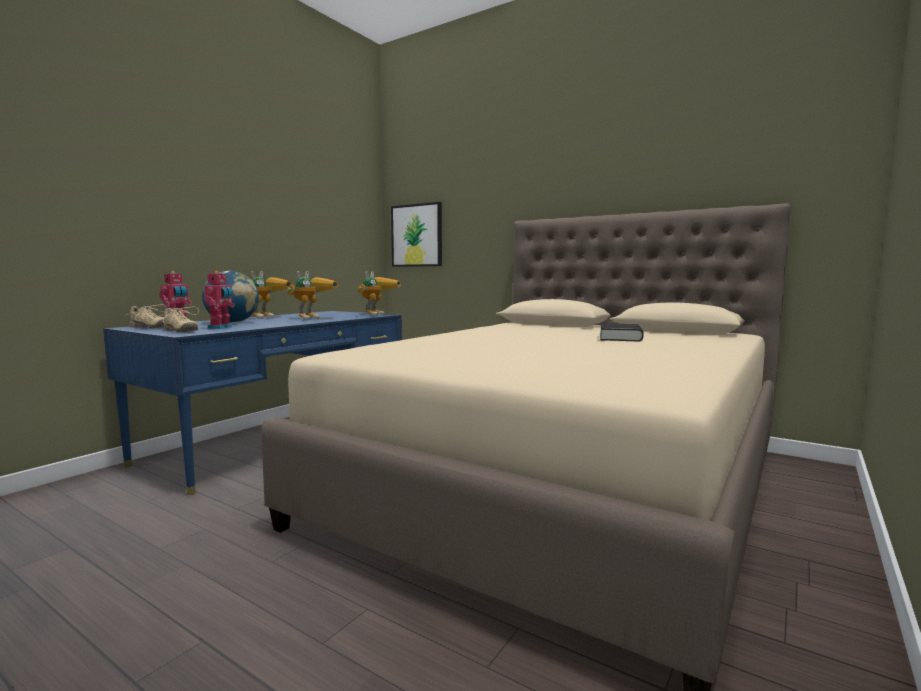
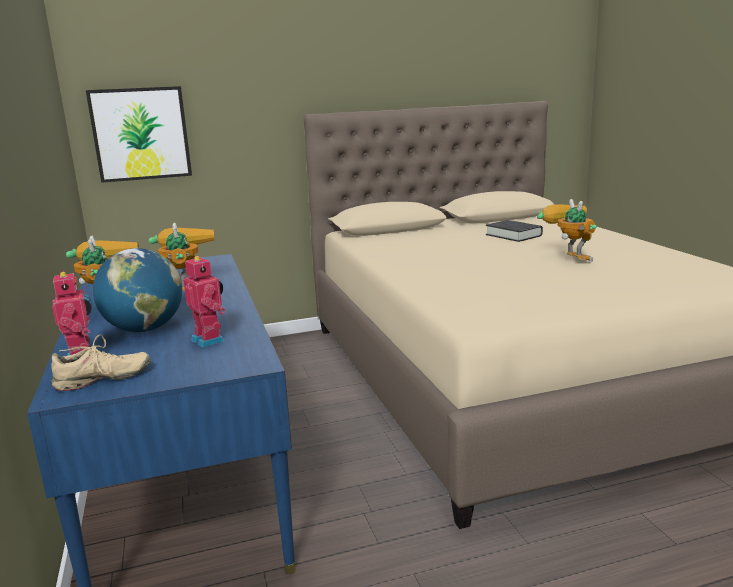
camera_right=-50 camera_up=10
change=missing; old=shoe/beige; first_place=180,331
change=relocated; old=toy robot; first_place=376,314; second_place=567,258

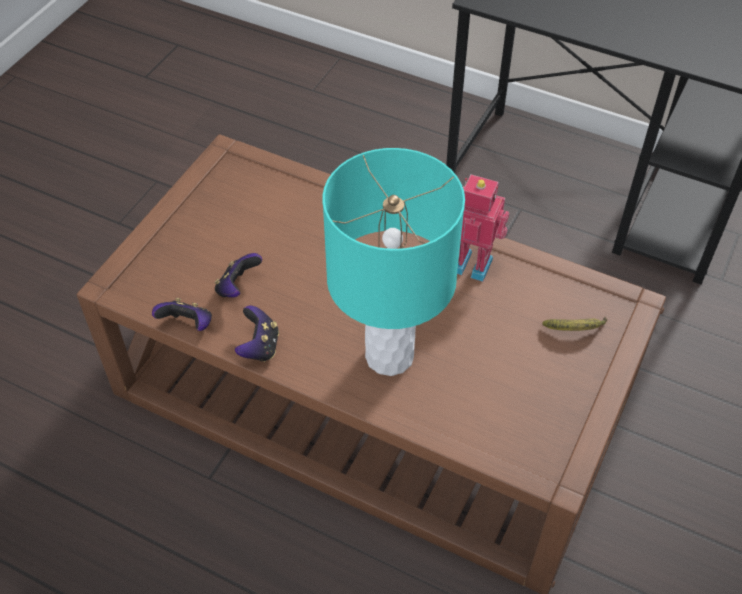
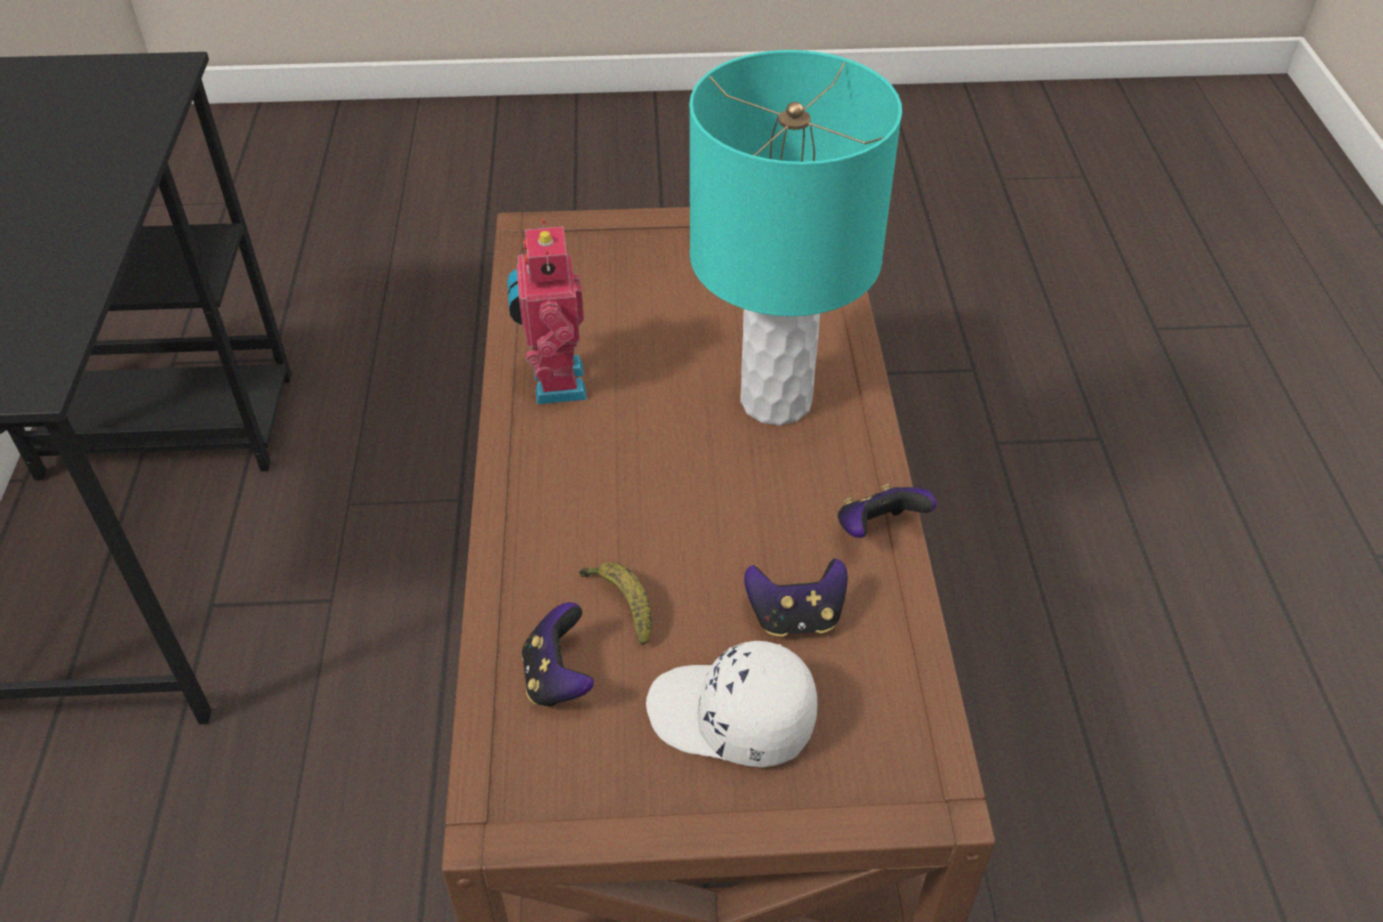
camera_right=-120 camera_up=-5
change=appeared; new=cap/white; second_place=731,719
change=relocated; old=game controller; first_place=188,325; second_place=558,678
change=relocated; old=banana; first_place=576,329; second_place=622,605

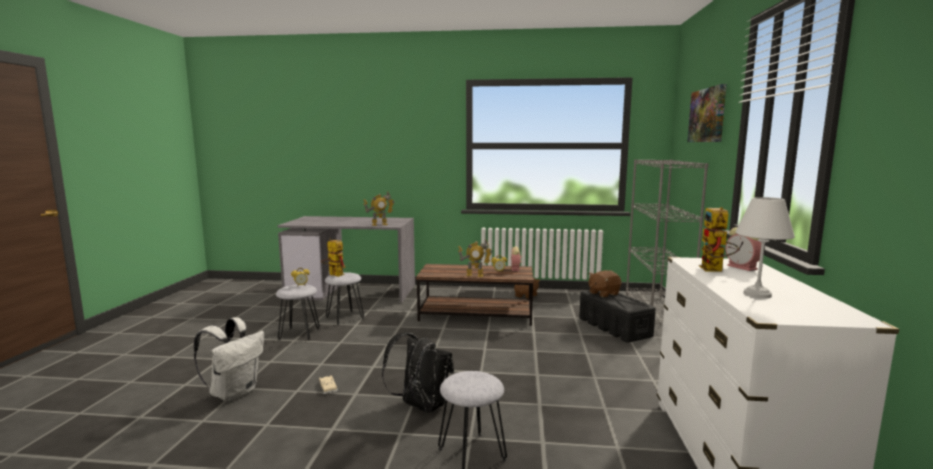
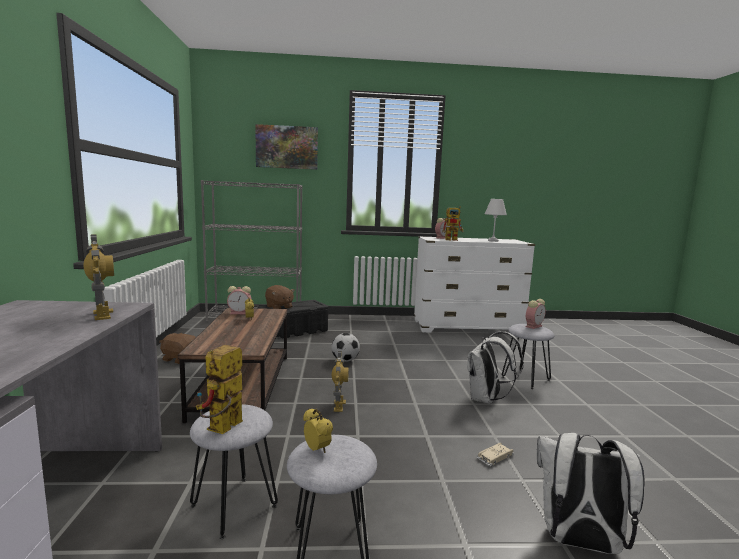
camera_right=-100 camera_up=0
change=appeared; new=football; second_place=345,360
change=appeared; new=alarm clock; second_place=534,326
change=relocated; old=toy robot; first_place=475,275; second_place=339,406
change=colour; old=backpack/black; new=backpack/white; first_place=420,407; second_place=486,399

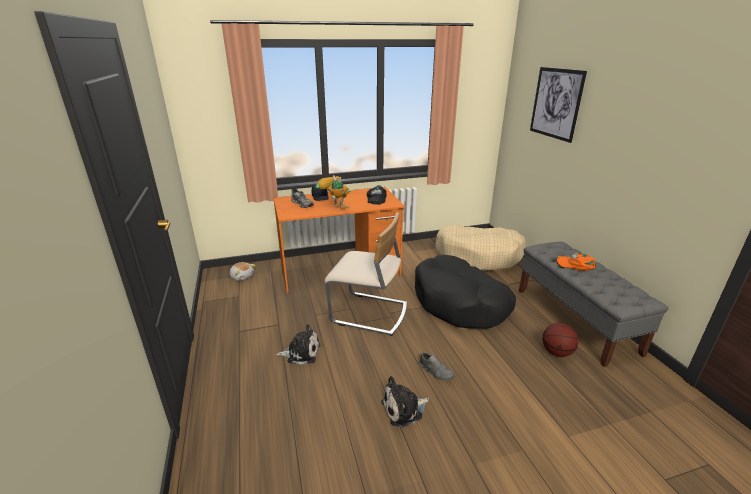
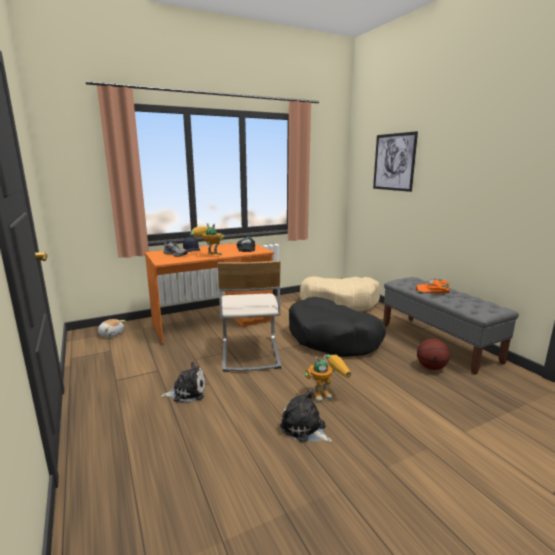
camera_right=-10 camera_up=-10
change=exchanged; old=shoe/grey; new=toy robot; first_place=436,371; second_place=327,394
change=spun; old=chair/beige; first_place=369,313; second_place=249,354; degrees=75
change=spun; old=plush toy; first_place=404,409; second_place=305,428; degrees=75

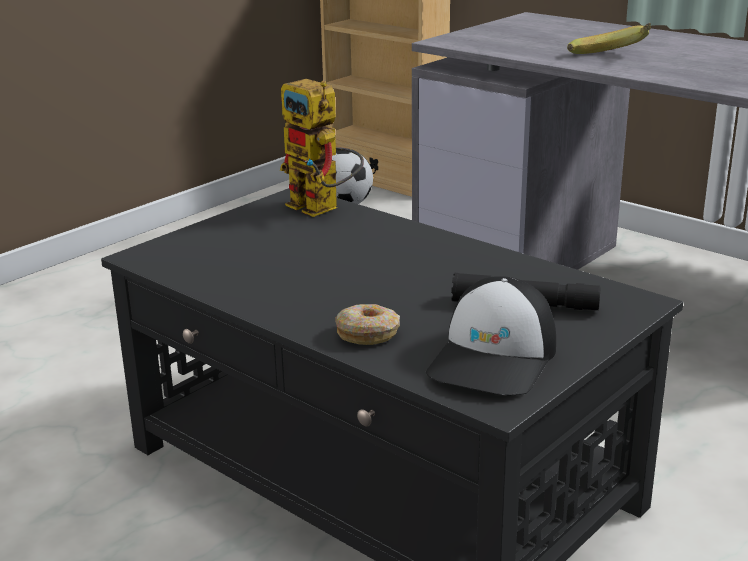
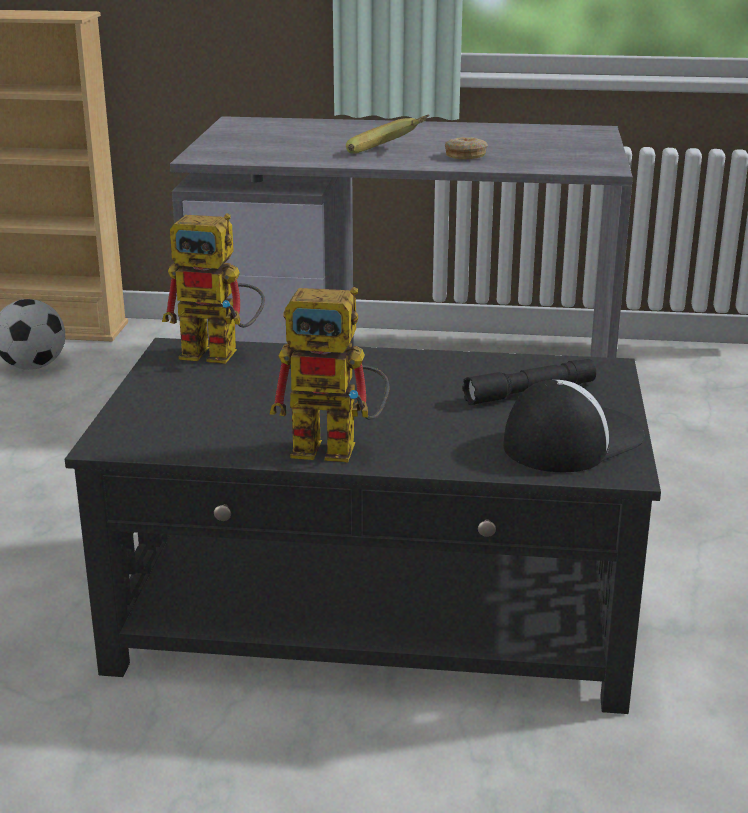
camera_right=-35 camera_up=0
change=appeared; new=toy robot; second_place=339,448
change=relocated; old=donut; first_place=368,333; second_place=465,155
change=spun; old=cap; first_place=494,359; second_place=571,441; degrees=-120

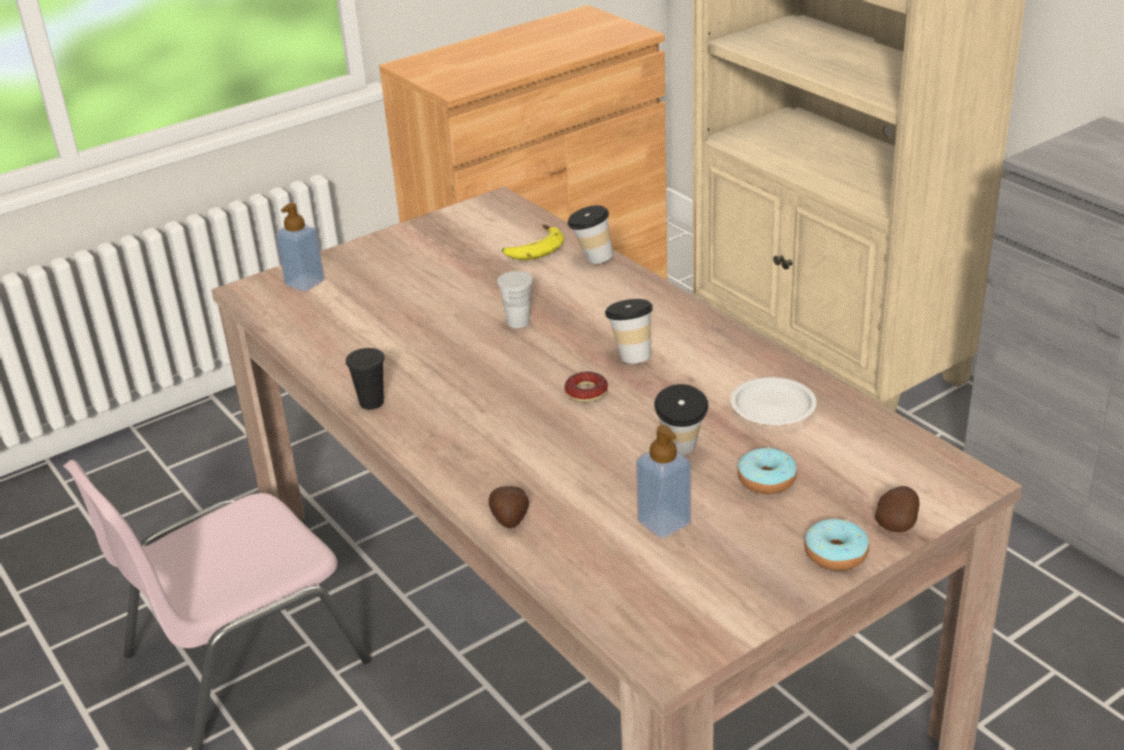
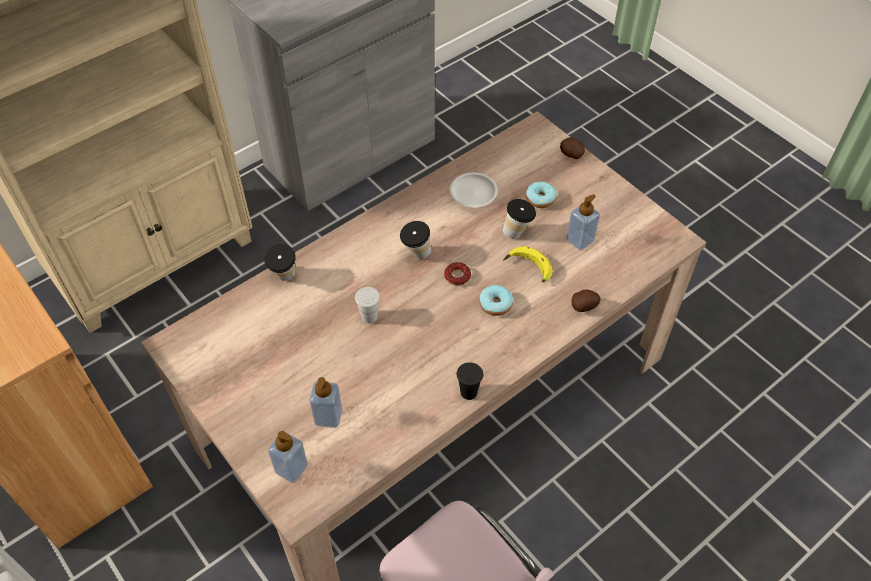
camera_right=-95 camera_up=20
change=appeared; new=soap dispenser; second_place=328,416
change=relocated; old=banana; first_place=532,249; second_place=528,269
change=relocated; old=donut; first_place=835,554; second_place=495,304

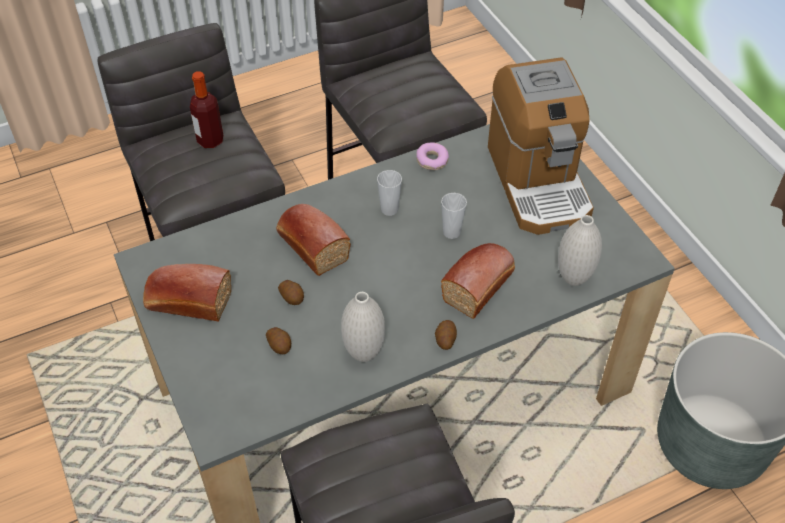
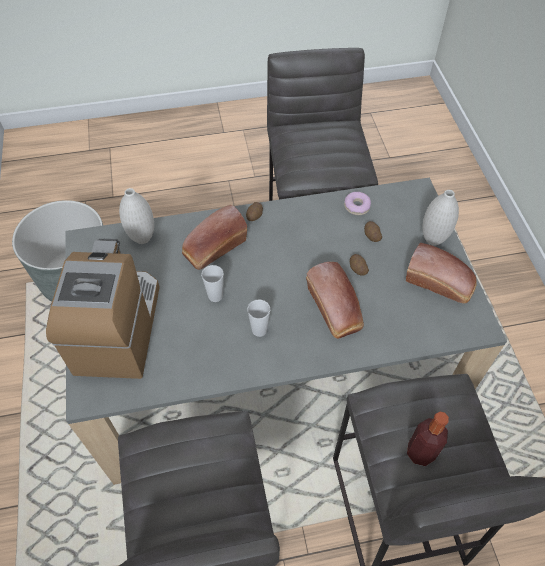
camera_right=-165 camera_up=5
change=relocated; old=vase/white; first_place=364,353; second_place=433,239
change=relocated; old=donut; first_place=432,160; second_place=357,206

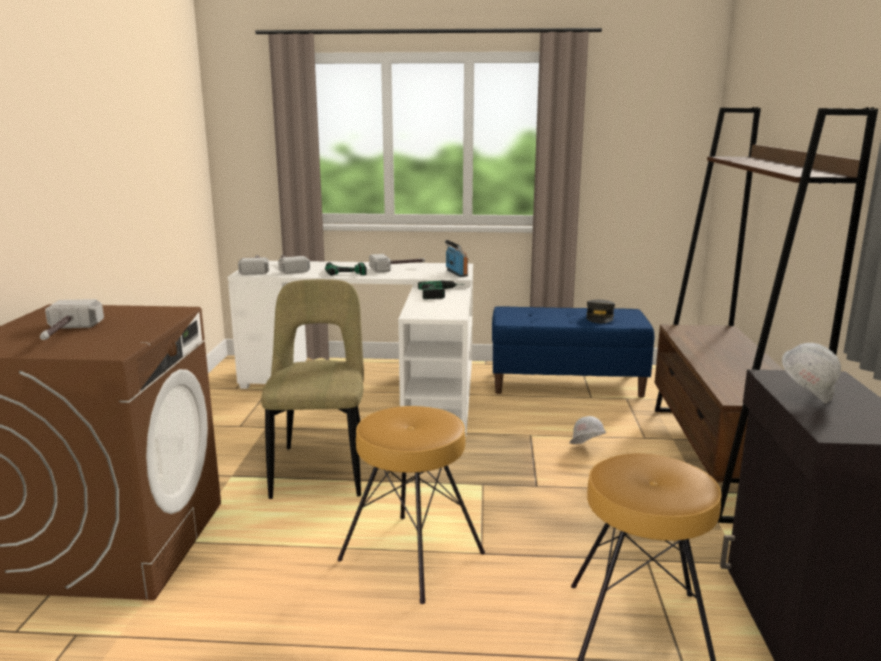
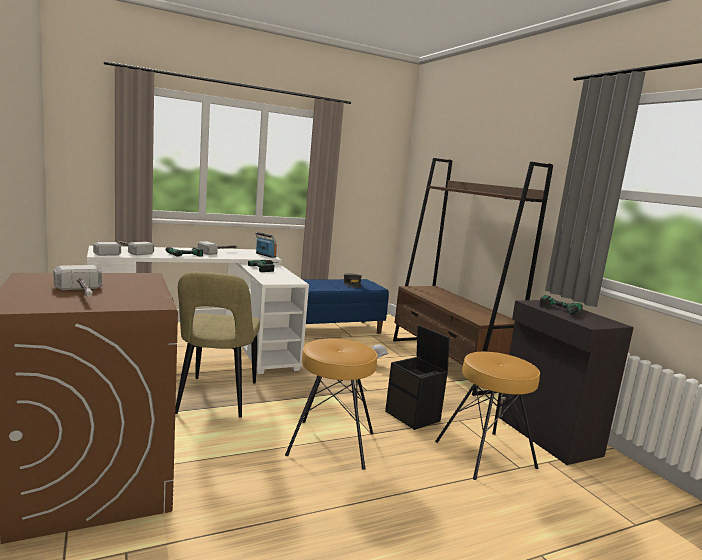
camera_right=-30 camera_up=-5
change=appeared; new=storage box/black; second_place=413,416
change=exchanged; old=hard hat/white; new=power drill; first_place=807,396; second_place=557,310
change=spun; old=chair/beige; first_place=321,468; second_place=216,399; degrees=-150

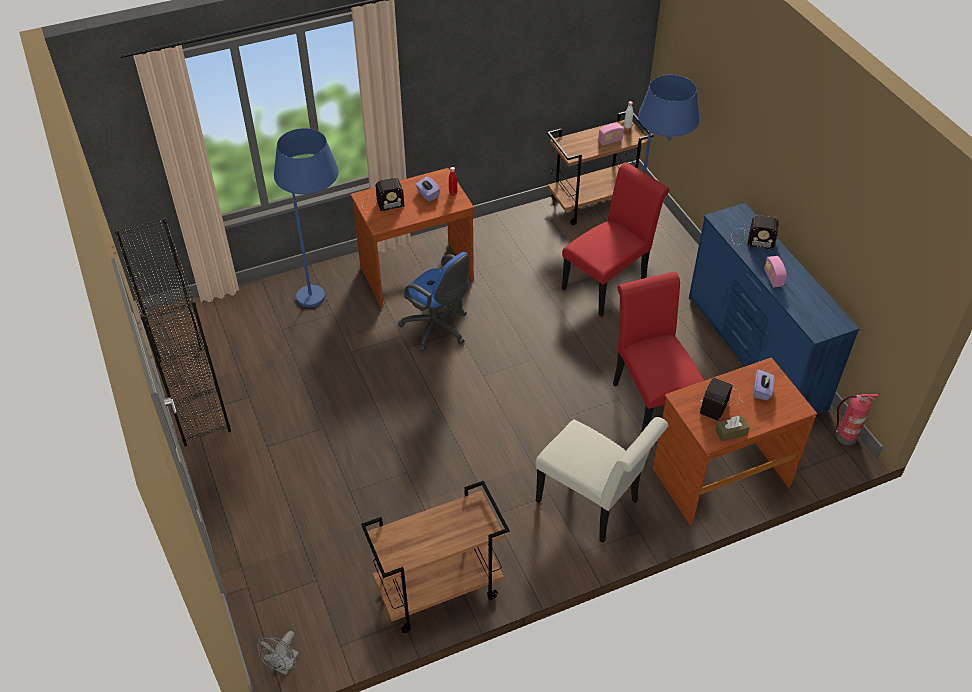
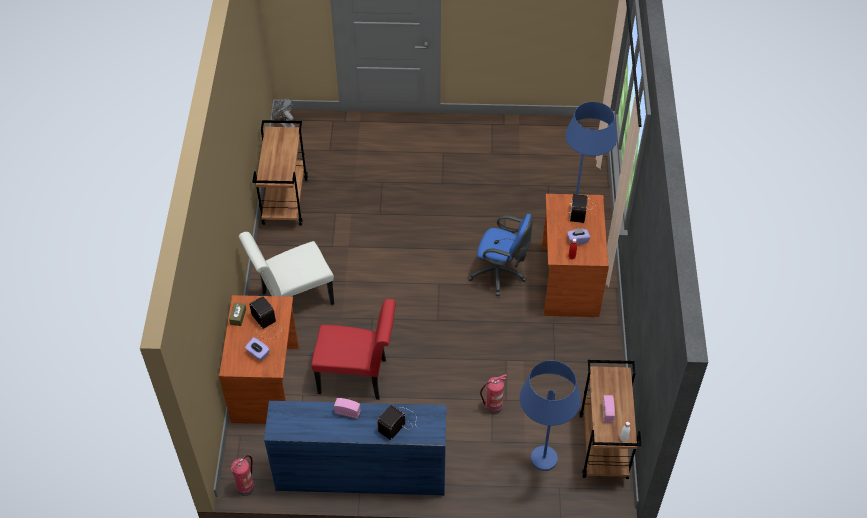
camera_right=115 camera_up=5
change=missing; old=bookcase/black; first_place=193,395
change=exchanged; old=chair/red; new=fire extinguisher; first_place=608,283; second_place=493,407
change=spun; old=office chair/blue; first_place=438,329; second_place=500,274; degrees=-135

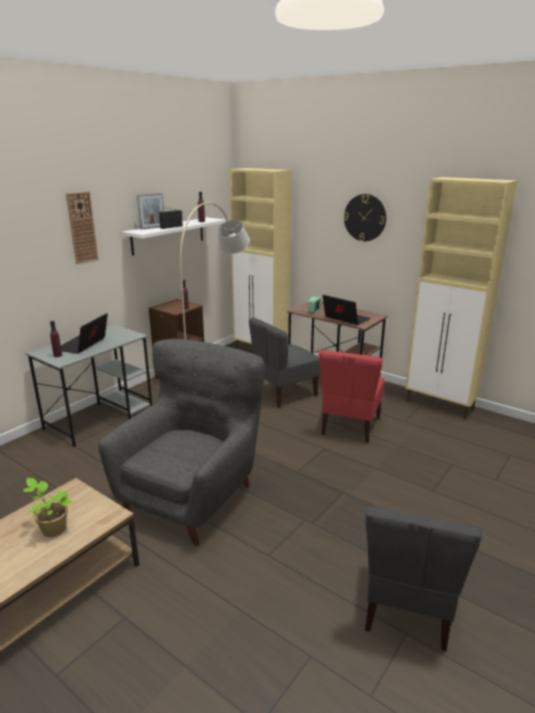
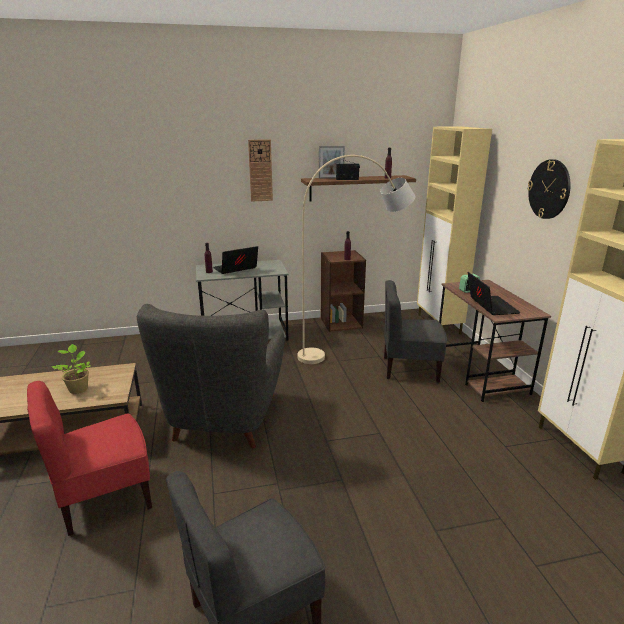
camera_right=40 camera_up=0
change=relocated; old=chair/red; first_place=349,426; second_place=105,498
change=colour; old=shelf/white; new=shelf/brown; first_place=168,235; second_place=354,188
change=spun; old=armchair/grey; first_place=191,496; second_place=225,419; degrees=120

